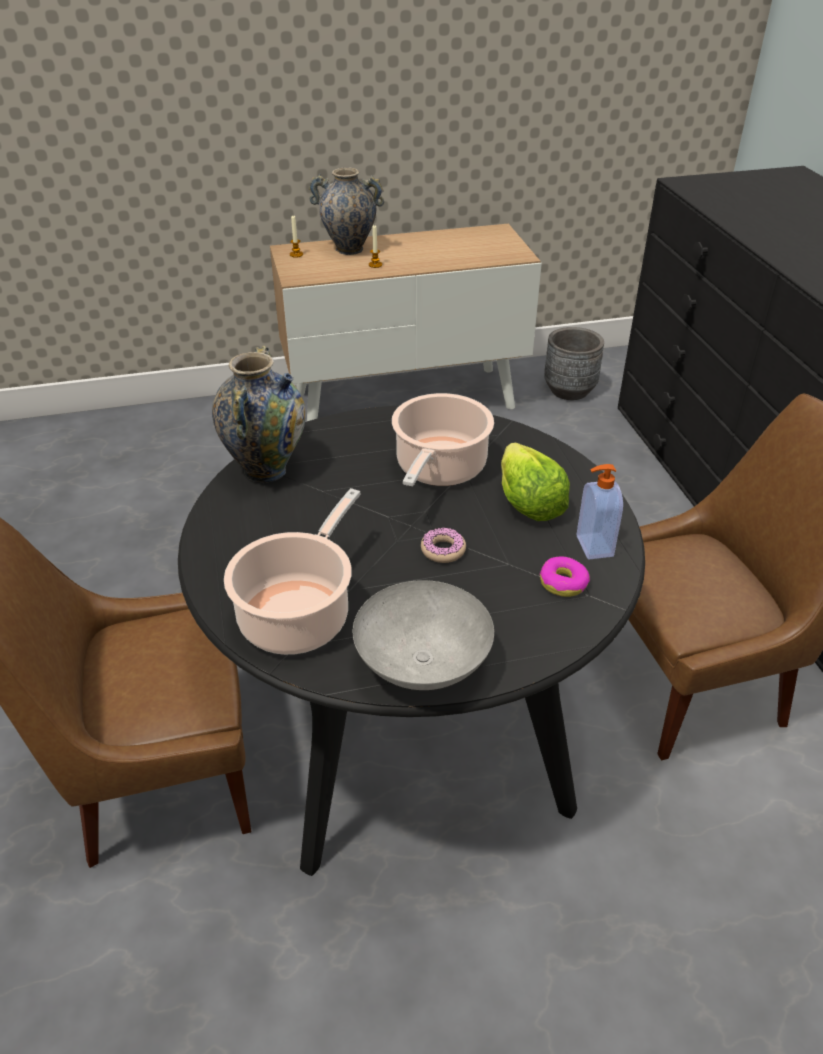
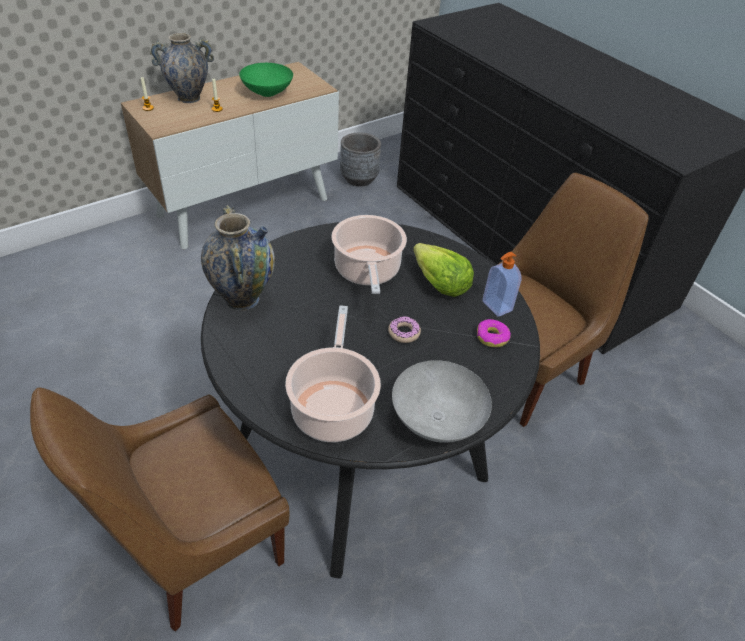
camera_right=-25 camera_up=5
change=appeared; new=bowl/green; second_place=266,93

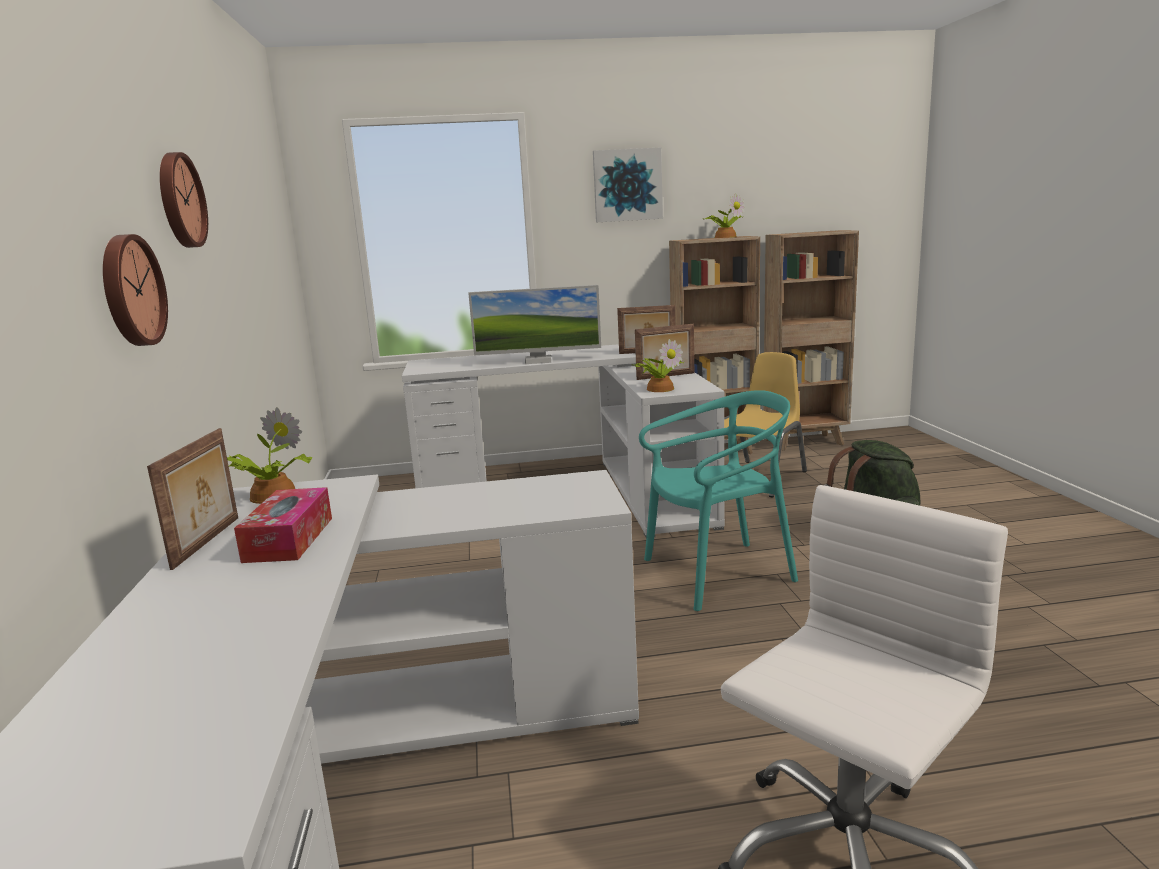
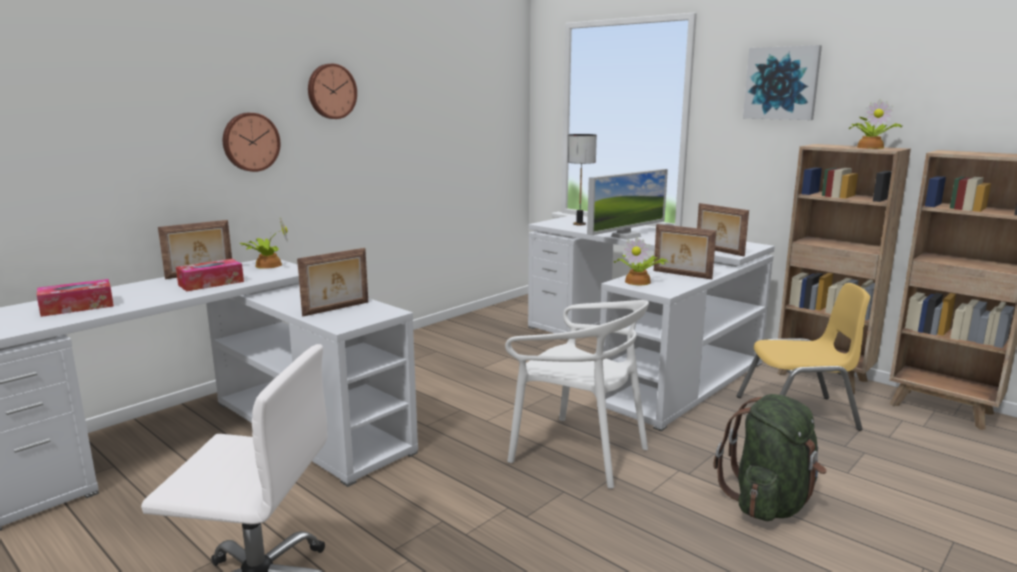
camera_right=50 camera_up=0
change=appeared; new=tissue box; second_place=77,307
change=appeared; new=picture frame; second_place=336,309
change=appeared; new=table lamp; second_place=579,224
change=colour; old=chair/turquoise; new=chair/white; first_place=718,573; second_place=579,452
change=spun; old=monitor; first_place=538,361; second_place=626,236; degrees=-90

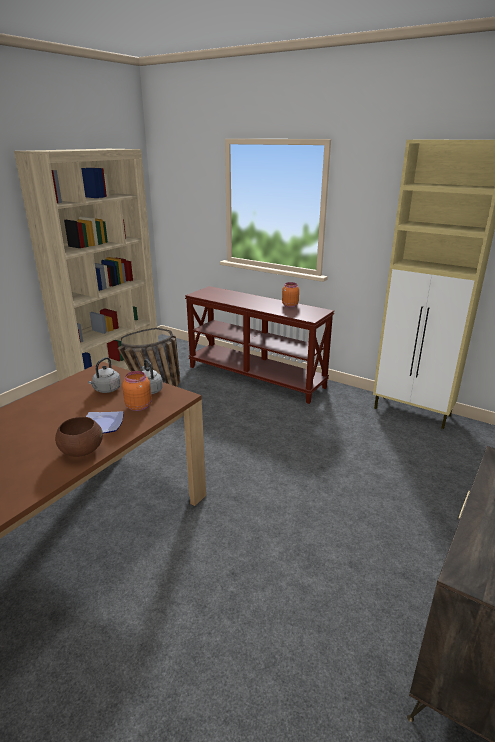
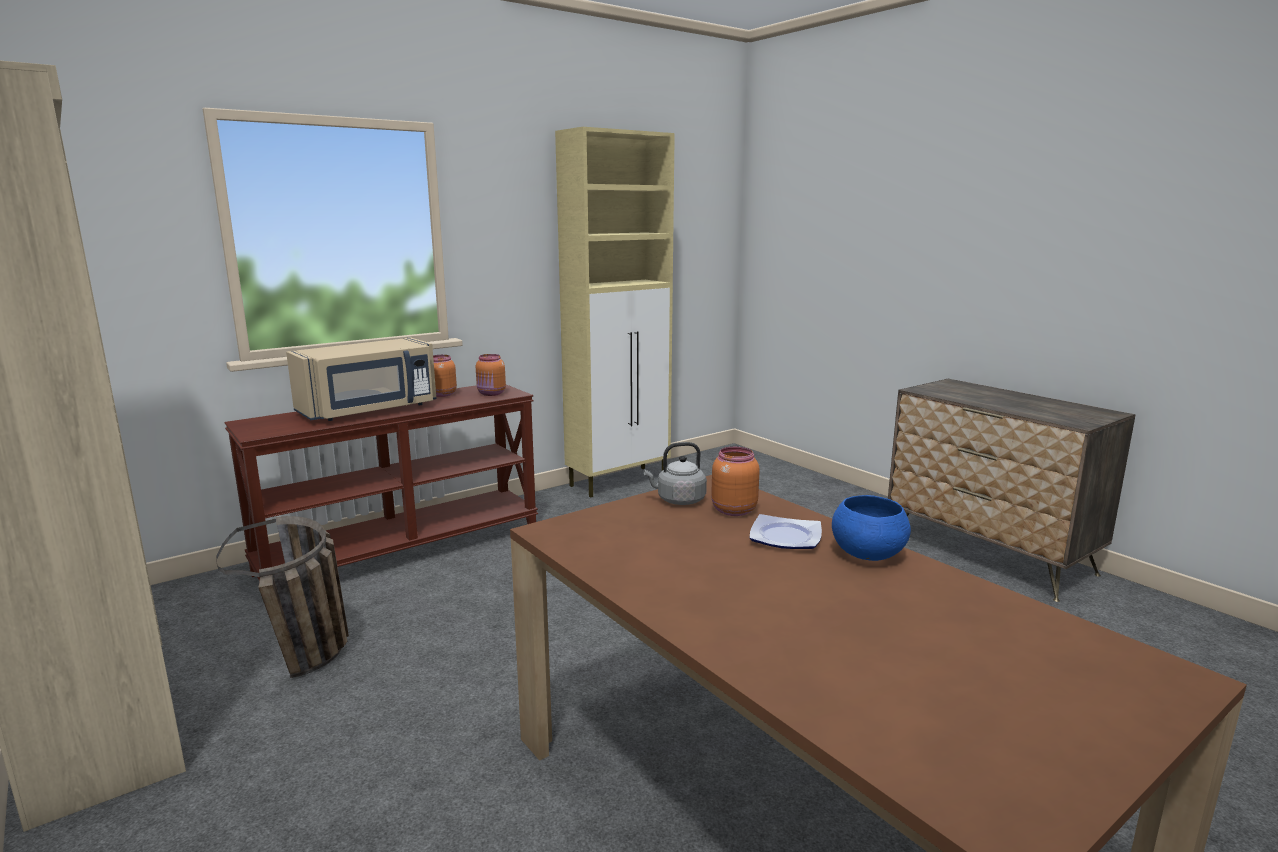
camera_right=-70 camera_up=-10
change=missing; old=kettle/grey; first_place=106,390
change=appeared; new=microwave/beige; second_place=370,410
change=appeared; new=jar/orange; second_place=491,394
change=colour; old=bowl/brown; new=bowl/blue; first_place=81,451; second_place=866,555

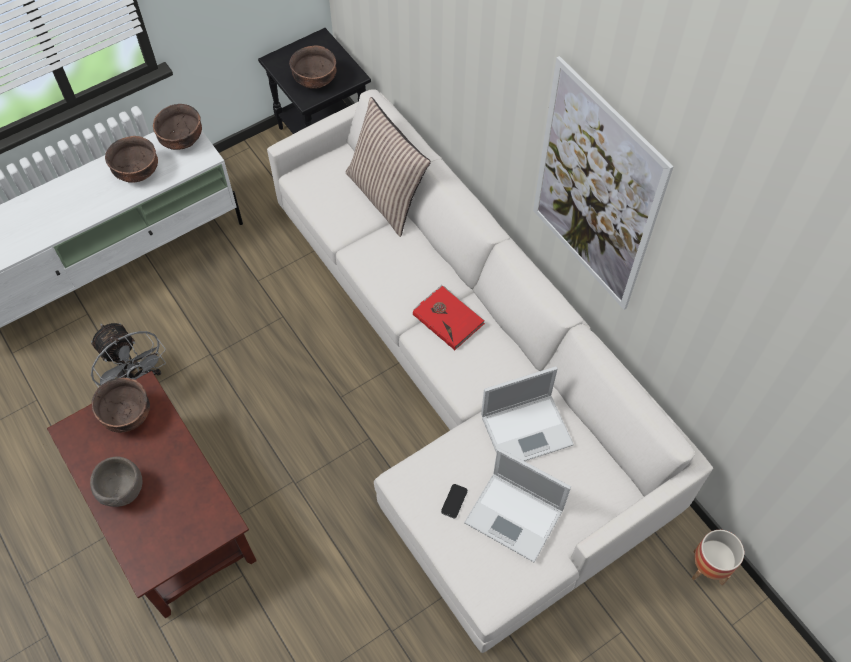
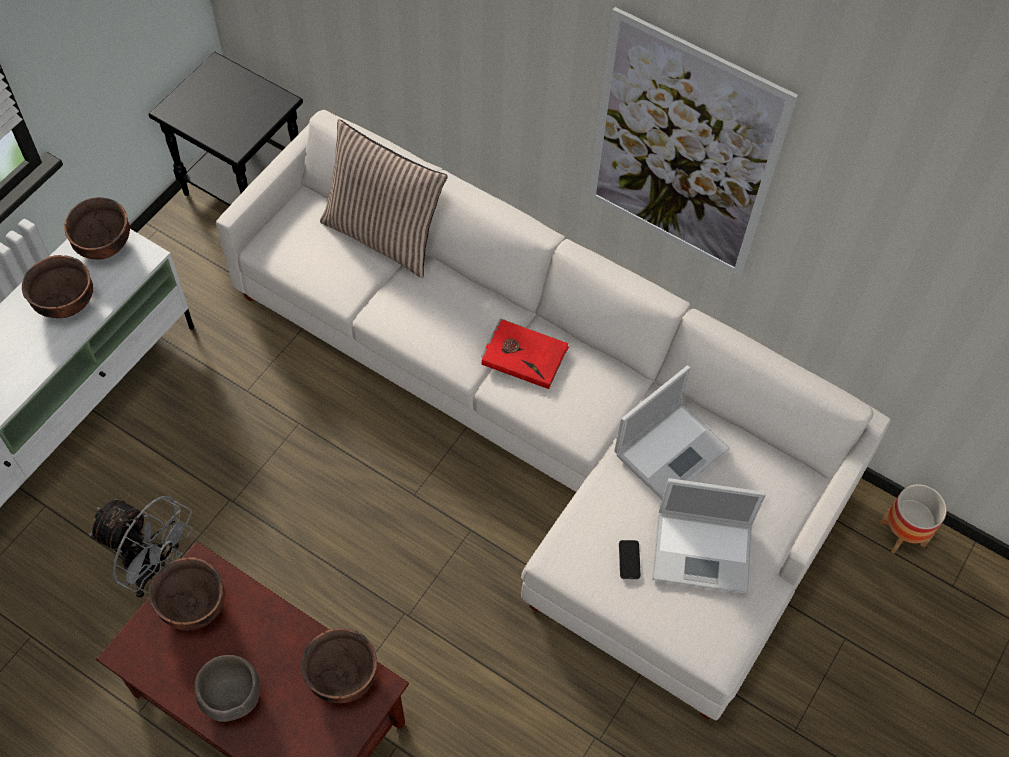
camera_right=-25 camera_up=0
change=relocated; old=bowl/brown; first_place=315,80; second_place=342,675

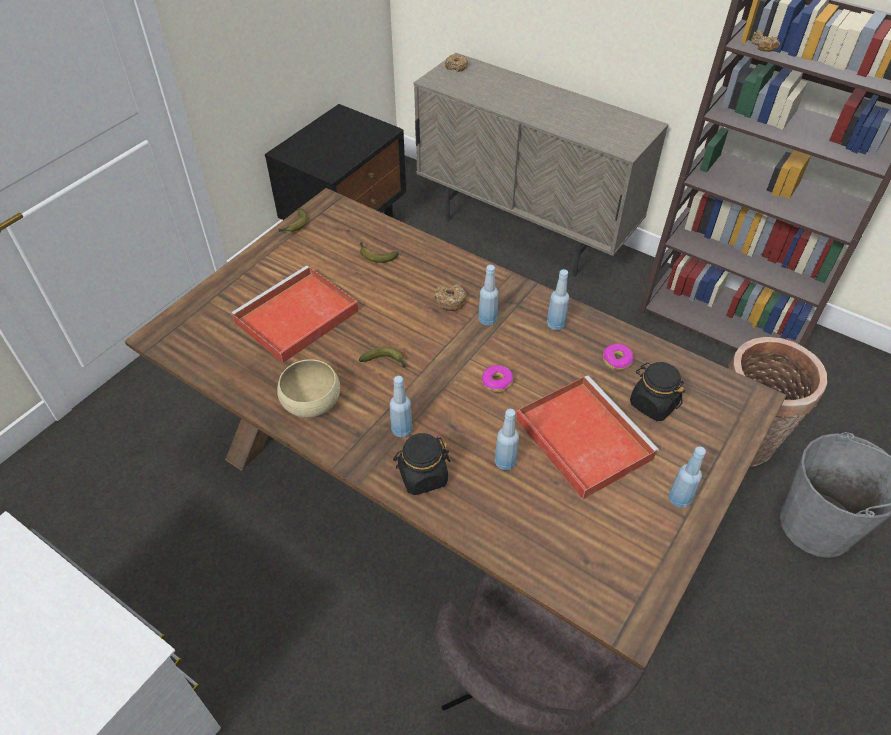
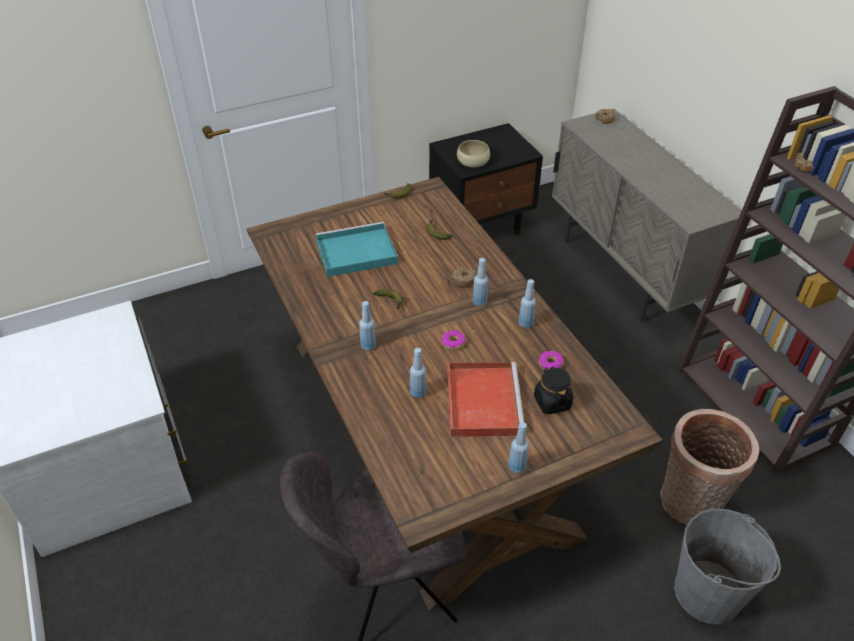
camera_right=30 camera_up=-5
change=missing; old=jar/black; first_place=422,476
change=relocated; old=bowl/beige; first_place=311,400; second_place=473,162
change=colour; old=tray/red; new=tray/turquoise; first_place=295,318; second_place=354,253

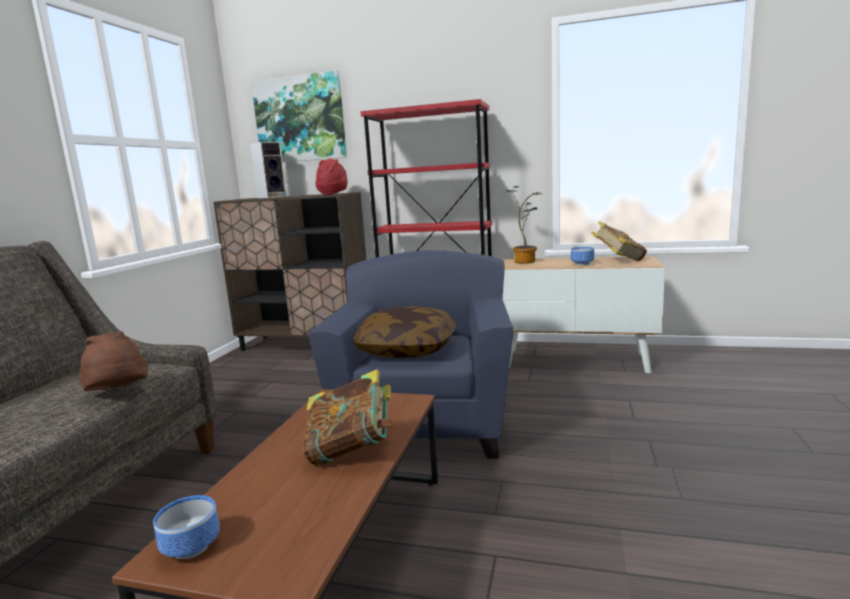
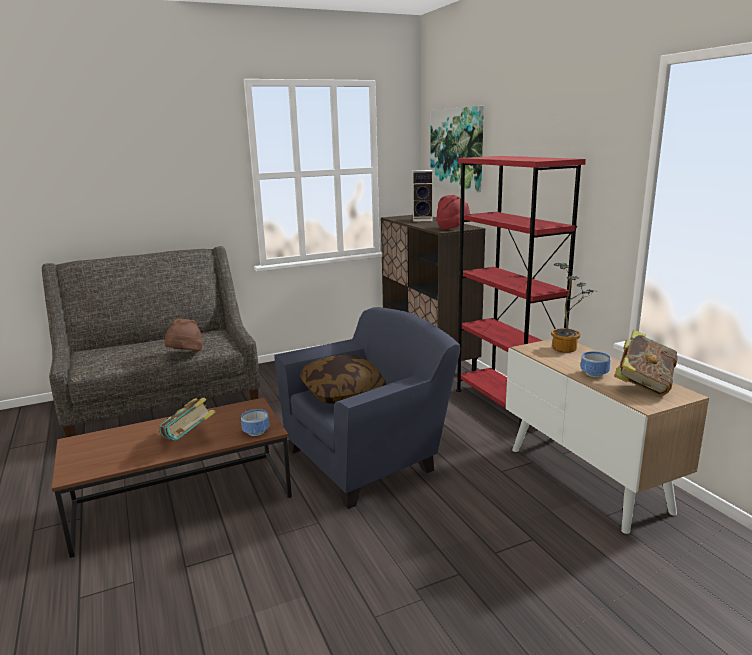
camera_right=50 camera_up=5
change=relocated; old=bowl; first_place=189,549; second_place=255,432

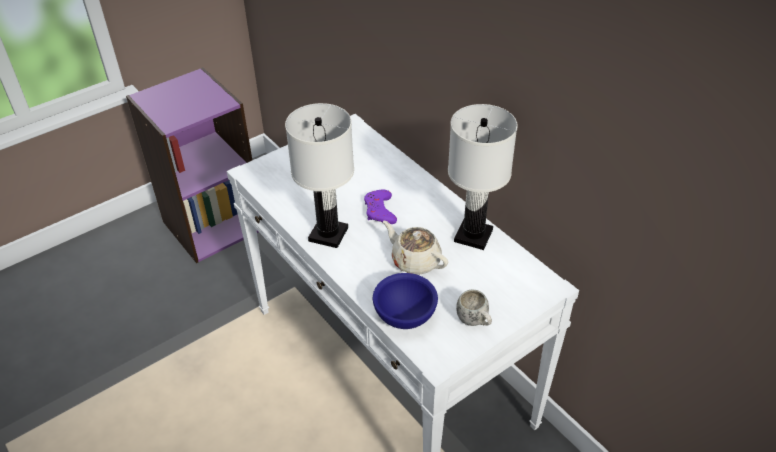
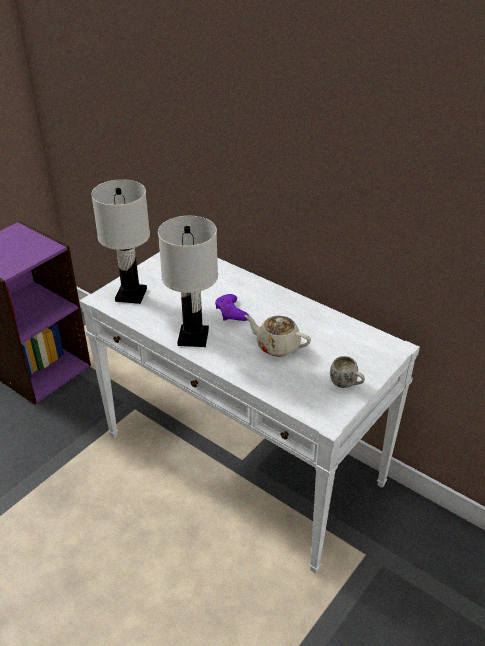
camera_right=-15 camera_up=-5
change=missing; old=bowl/blue; first_place=405,316
change=relocated; old=table lamp/white; first_place=474,235; second_place=131,294

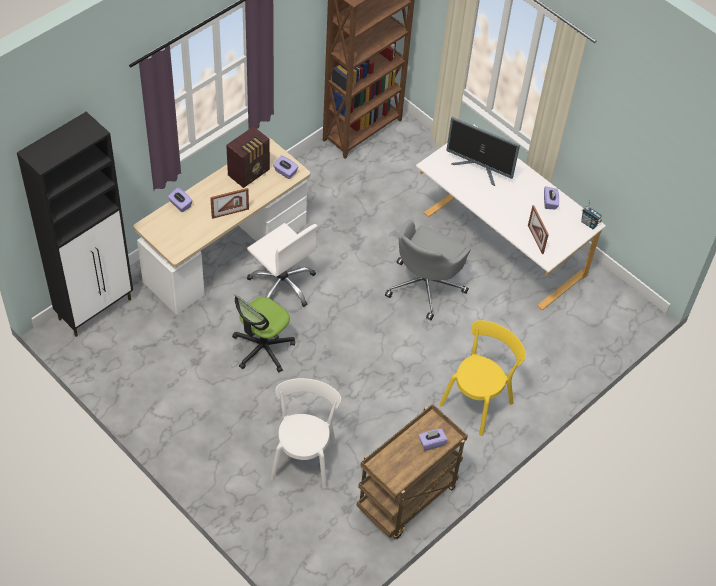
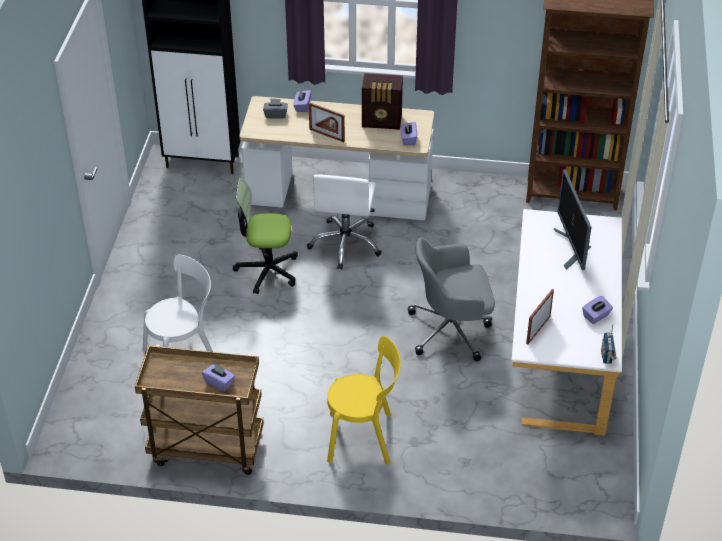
camera_right=55 camera_up=-10
change=appeared; new=tissue box/grey; second_place=275,115

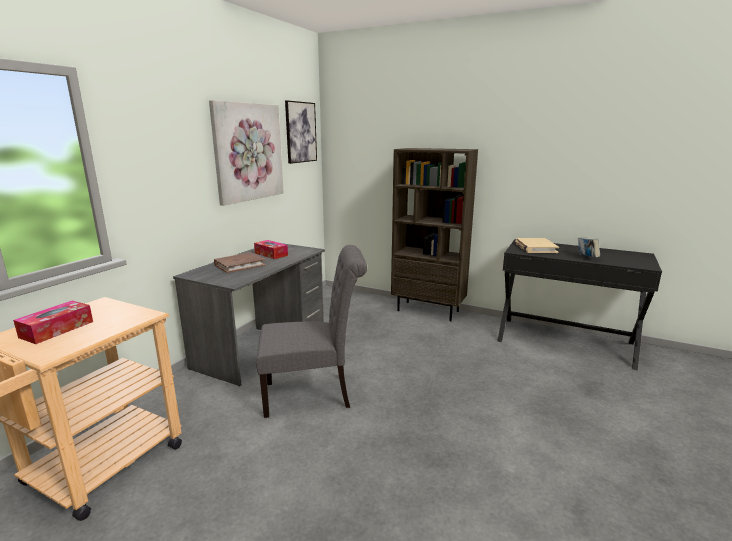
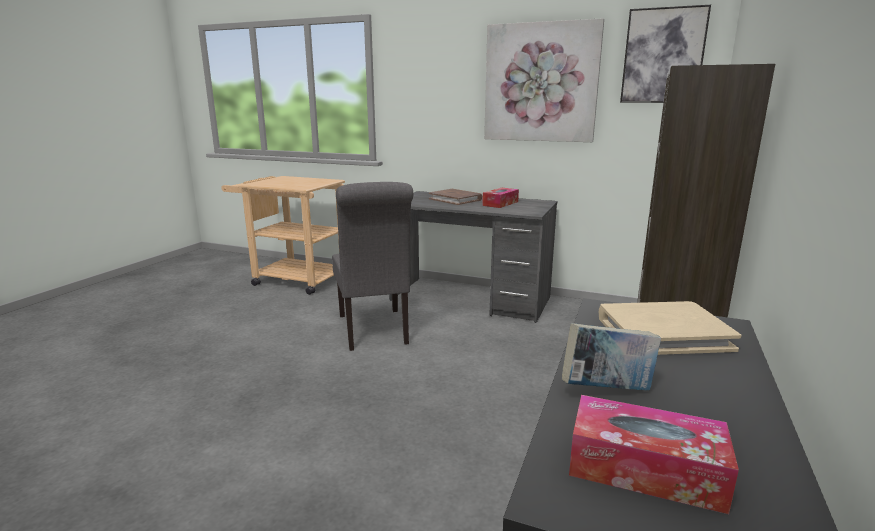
camera_right=85 camera_up=0
change=relocated; old=tissue box; first_place=57,329; second_place=645,469

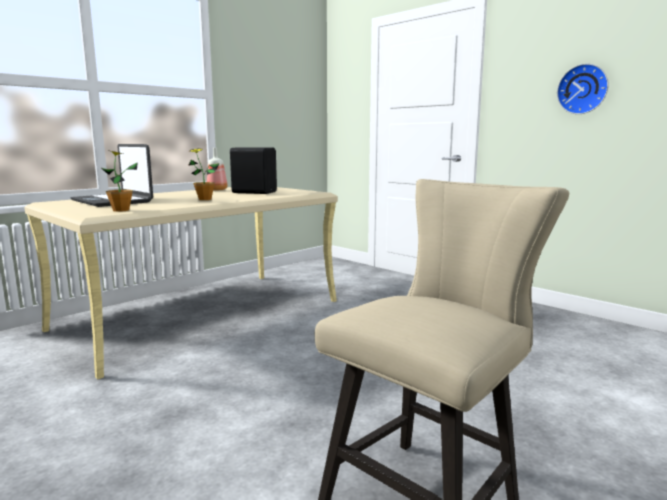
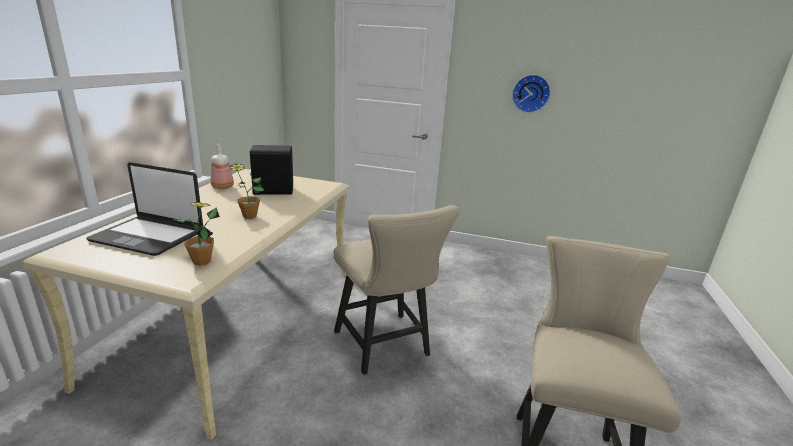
camera_right=-30 camera_up=10
change=appeared; new=chair/beige; second_place=385,347

